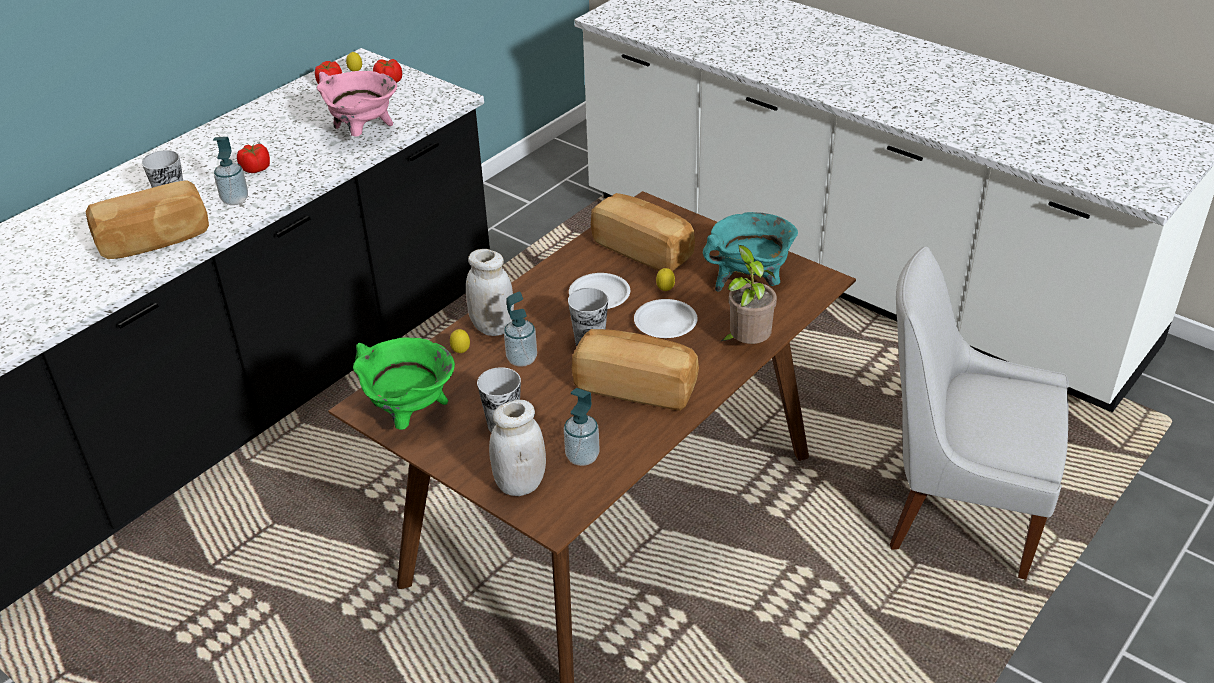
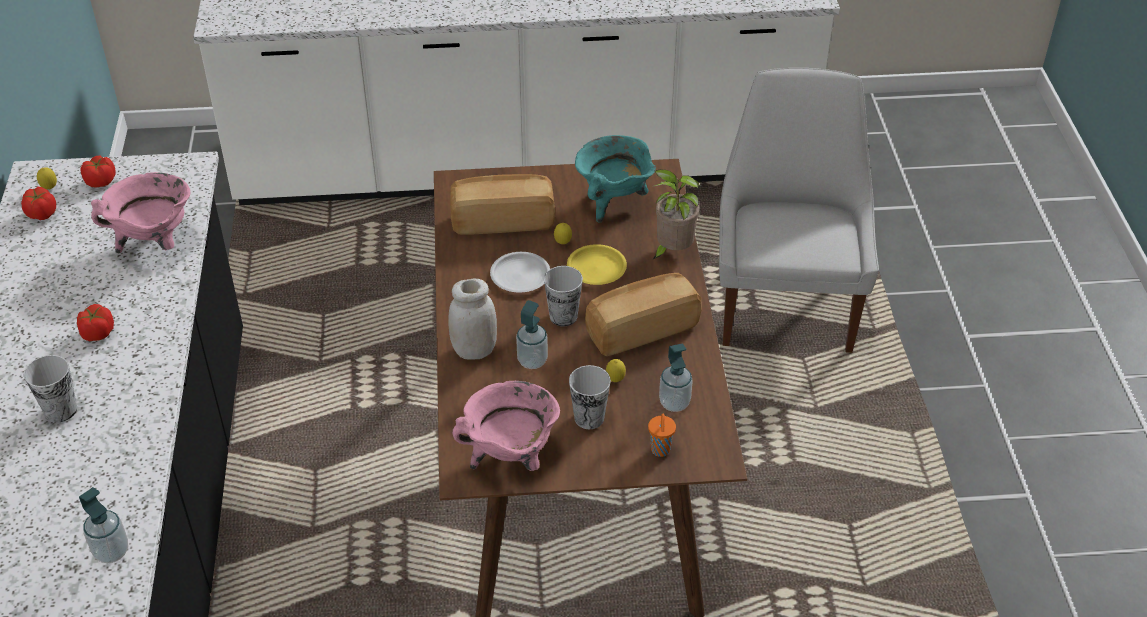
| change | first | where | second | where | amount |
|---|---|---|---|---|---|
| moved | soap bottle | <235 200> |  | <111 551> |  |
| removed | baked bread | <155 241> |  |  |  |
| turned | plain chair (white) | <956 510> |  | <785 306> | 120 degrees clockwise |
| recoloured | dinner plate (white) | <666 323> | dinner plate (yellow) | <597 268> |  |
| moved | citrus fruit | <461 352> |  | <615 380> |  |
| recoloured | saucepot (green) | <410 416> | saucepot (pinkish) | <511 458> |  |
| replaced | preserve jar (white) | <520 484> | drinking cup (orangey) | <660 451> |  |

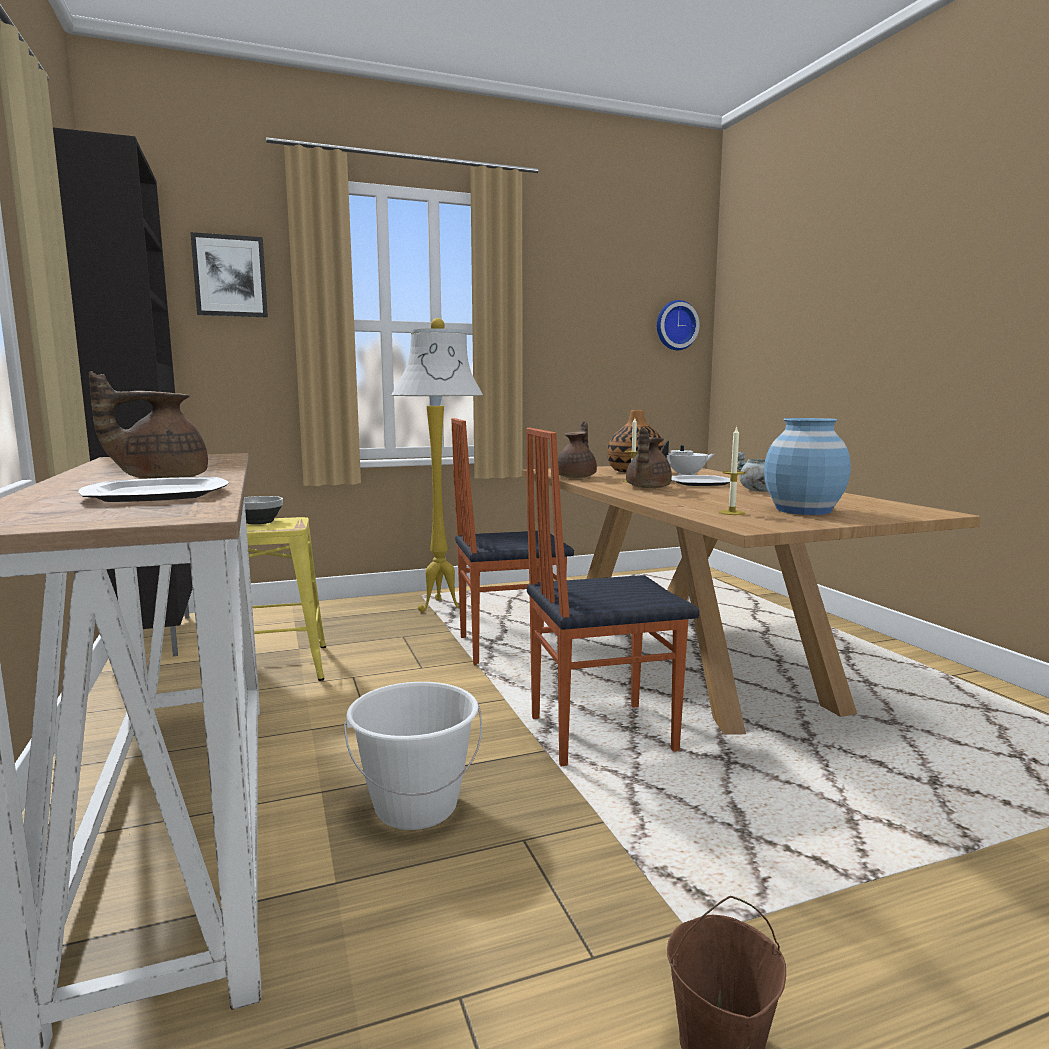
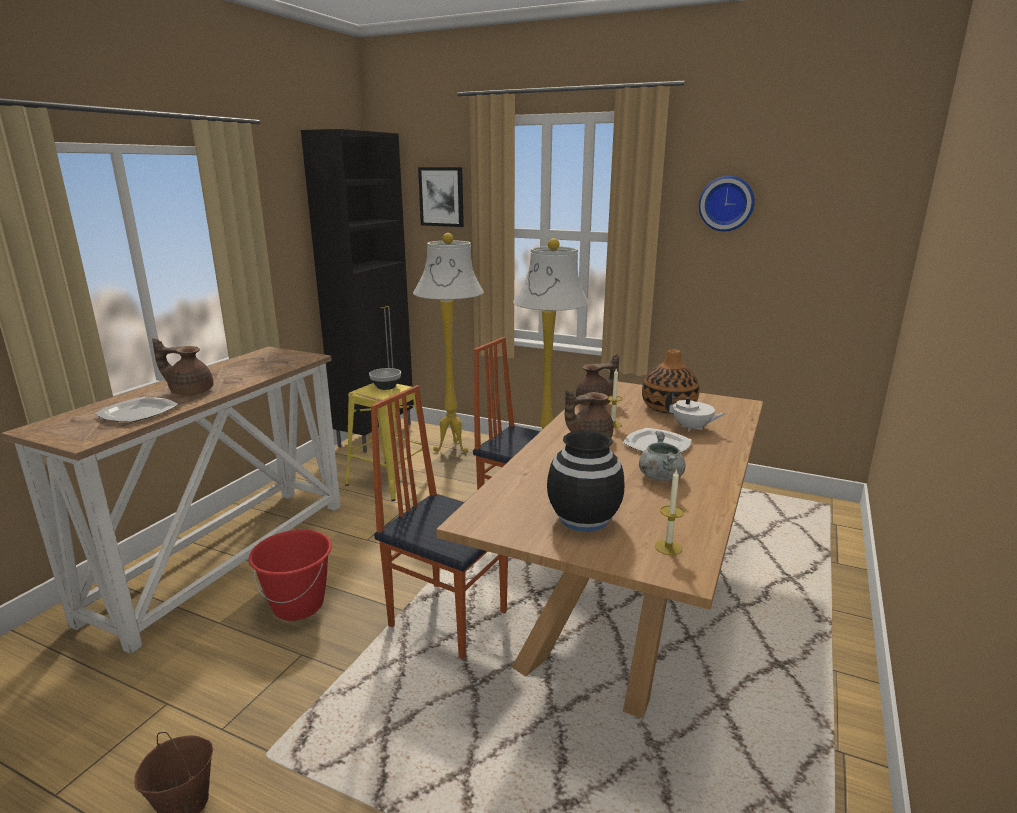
| change | first | where | second | where | amount |
|---|---|---|---|---|---|
| moved | clock on the wall | <675 325> |  | <726 203> |  |
| recoloured | flower vase (blue-coloured) | <803 510> | flower vase (blackish) | <584 518> |  |
| moved | wax light | <731 512> |  | <668 547> |  |
| recoloured | bucket (white) | <416 807> | bucket (reddish) | <298 605> |  |
| added |  |  | standing lamp (white) | <453 448> |  |

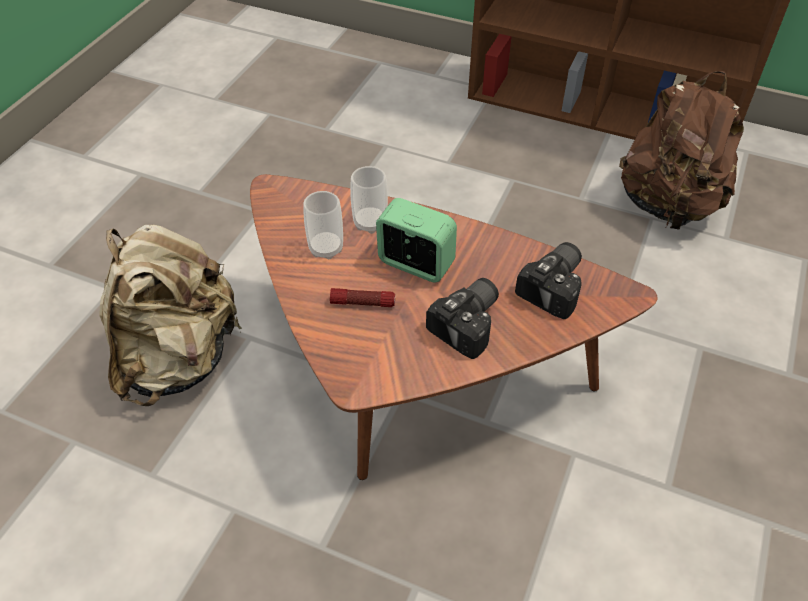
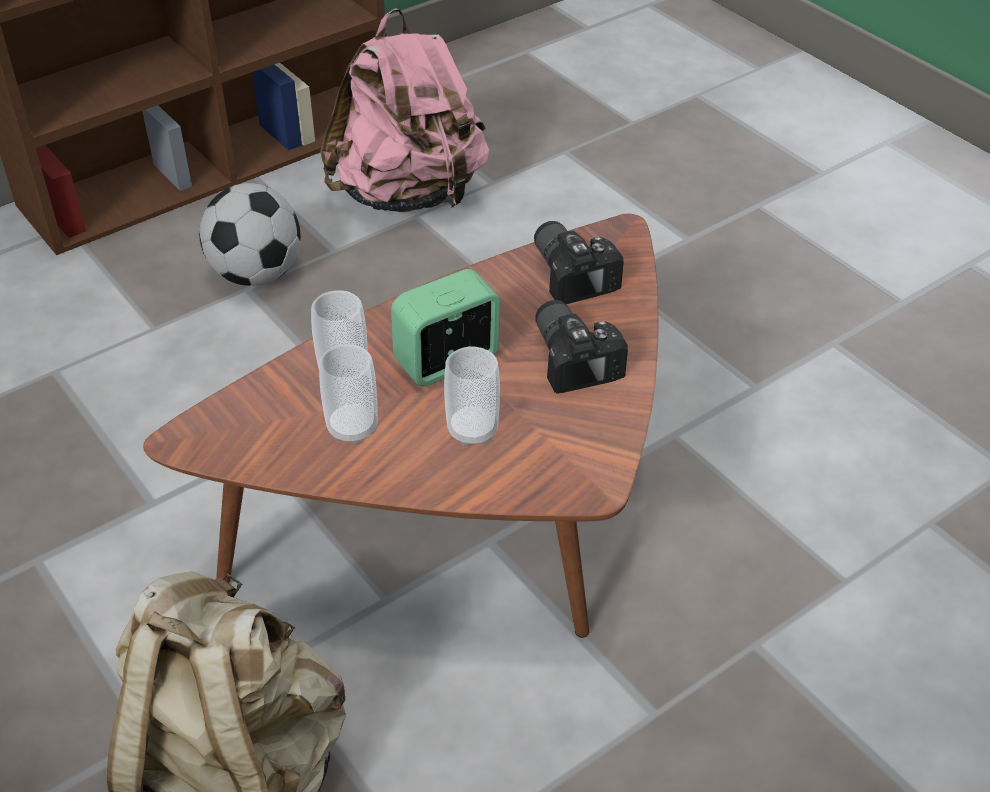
| change | first | where | second | where | amount |
|---|---|---|---|---|---|
| recoloured | backpack (brown-coloured) | <667 205> | backpack (pinkish) | <409 195> |  |
| replaced | torch | <362 303> | drinking cup | <472 430> |  |
| added |  |  | ball for football | <256 274> |  |

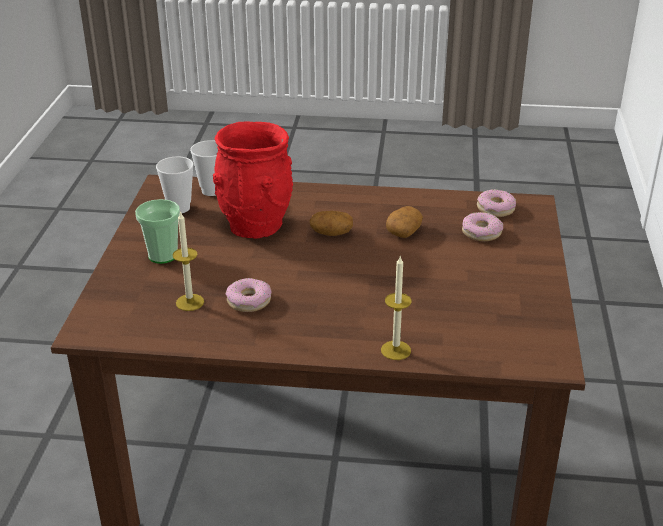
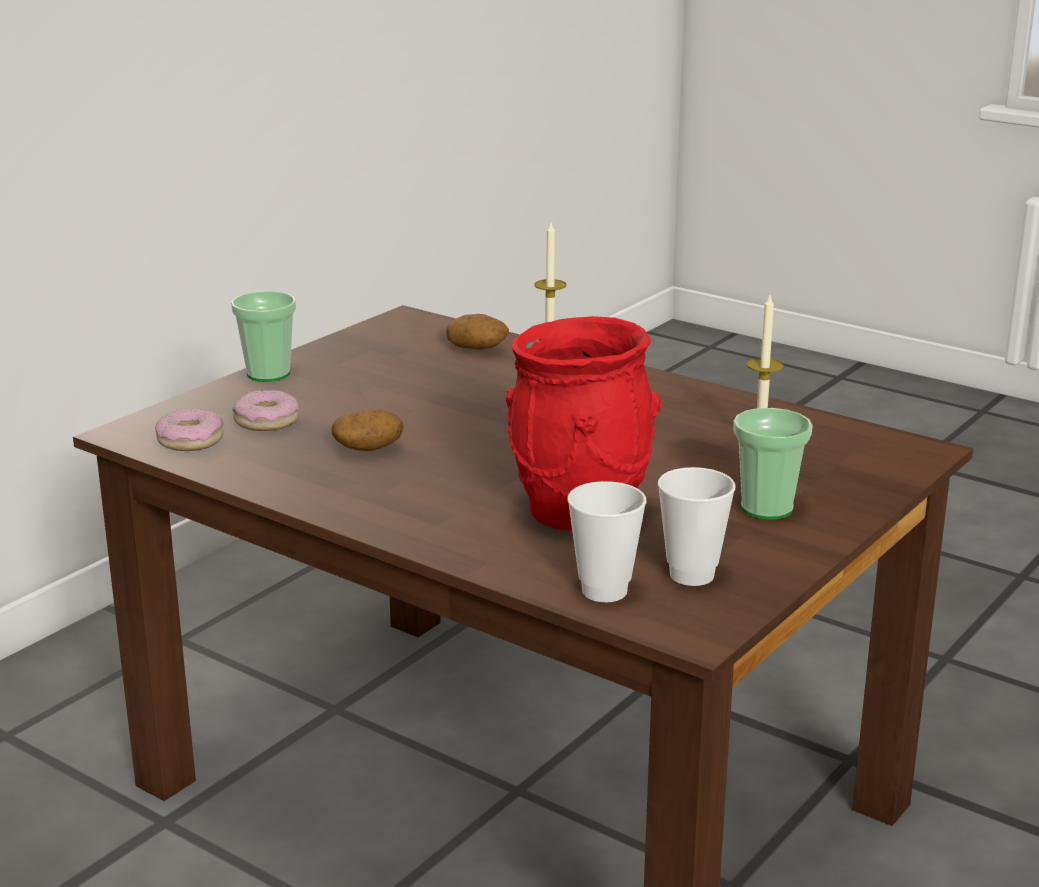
| change | first | where | second | where | amount |
|---|---|---|---|---|---|
| moved | potato | <331 233> |  | <478 348> |  |
| removed | doughnut | <249 301> |  |  |  |
| added |  |  | drinking cup | <268 374> |  |

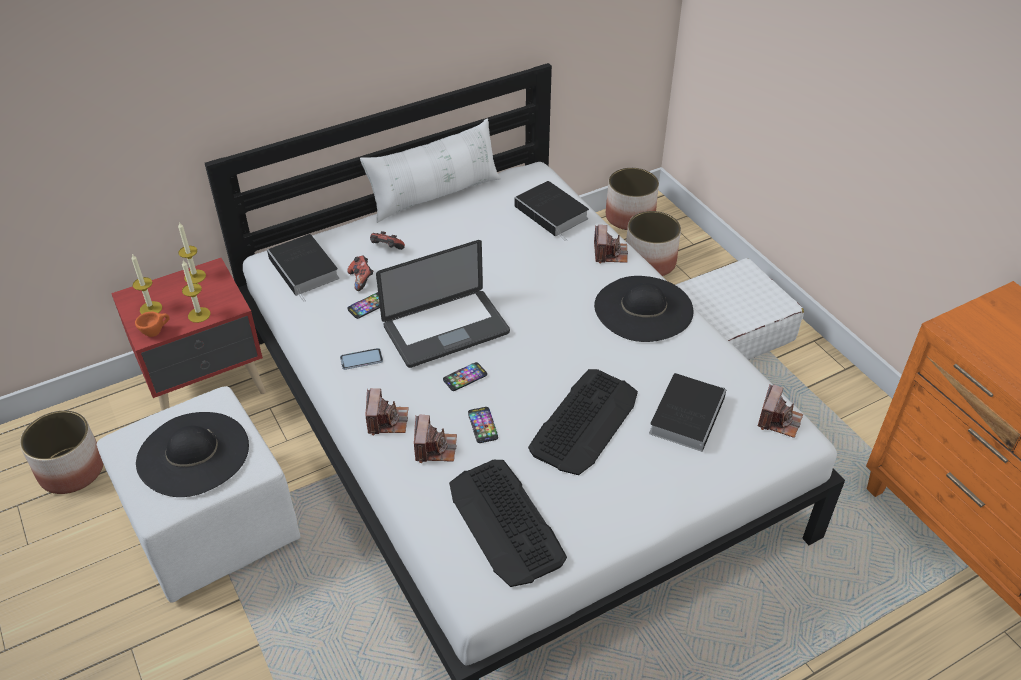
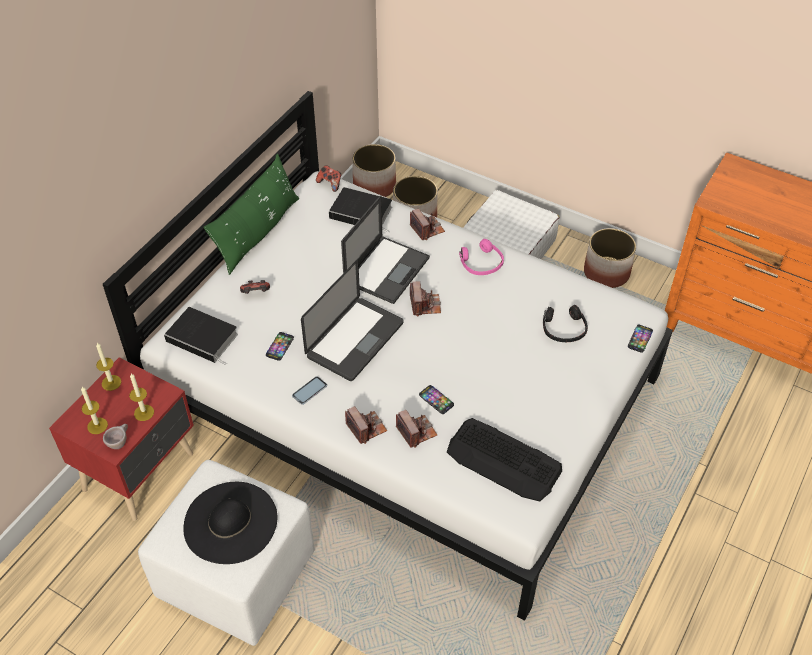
| change | first | where | second | where | amount |
|---|---|---|---|---|---|
| recoloured | cushion (white) | <435 195> | cushion (green) | <258 232> |  |
| moved | joypad | <361 280> |  | <330 184> |  |
| replaced | clothing hat (blackish) | <643 308> | headset (pinkish) | <481 263> |  |
| recoloured | drinking cup (orangey) | <156 332> | drinking cup (sand-coloured) | <119 442> |  |
| moved | handset | <465 377> |  | <640 339> |  |
| removed | PC keyboard | <585 421> |  |  |  |
| replaced | volume | <687 413> | headset (blackish) | <563 329> |  |
| moved | still camera | <778 420> |  | <425 305> |  |
| moved | flower pot | <72 470> |  | <607 272> |  |
| added |  |  | notebook computer | <386 269> |  |

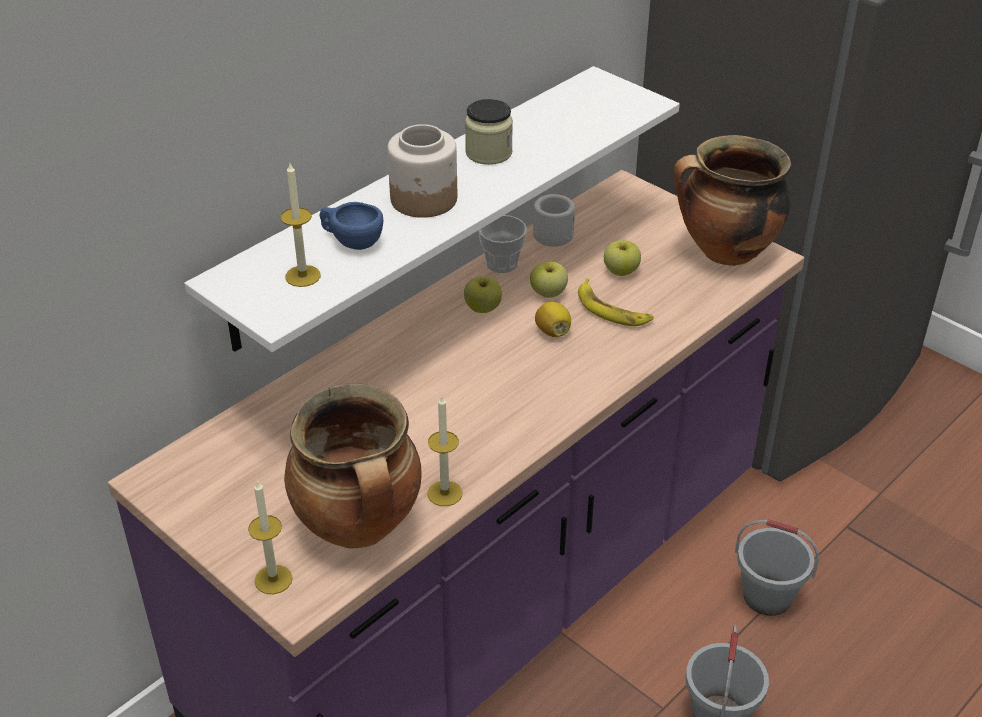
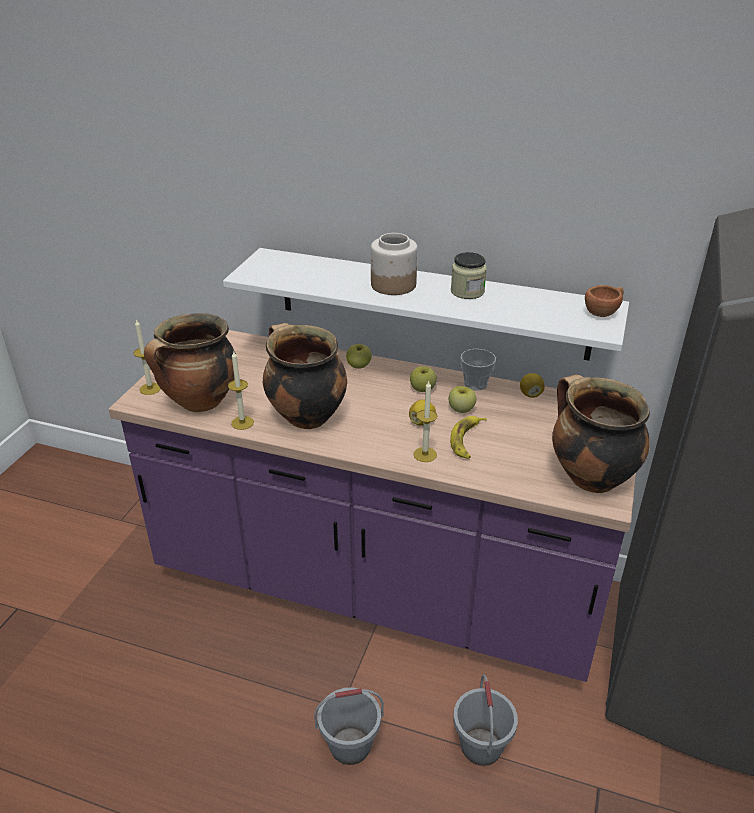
| change | first | where | second | where | amount |
|---|---|---|---|---|---|
| moved | wax light | <303 276> |  | <425 454> |  |
| replaced | tea mug (white) | <553 233> | citrus fruit | <530 394> |  |
| removed | drinking cup (blue-coloured) | <351 241> |  |  |  |
| moved | apple fruit | <621 271> |  | <359 366> |  |
| added |  |  | drinking cup (brown-coloured) | <604 312> |  |
| added |  |  | saucepot | <305 416> |  |

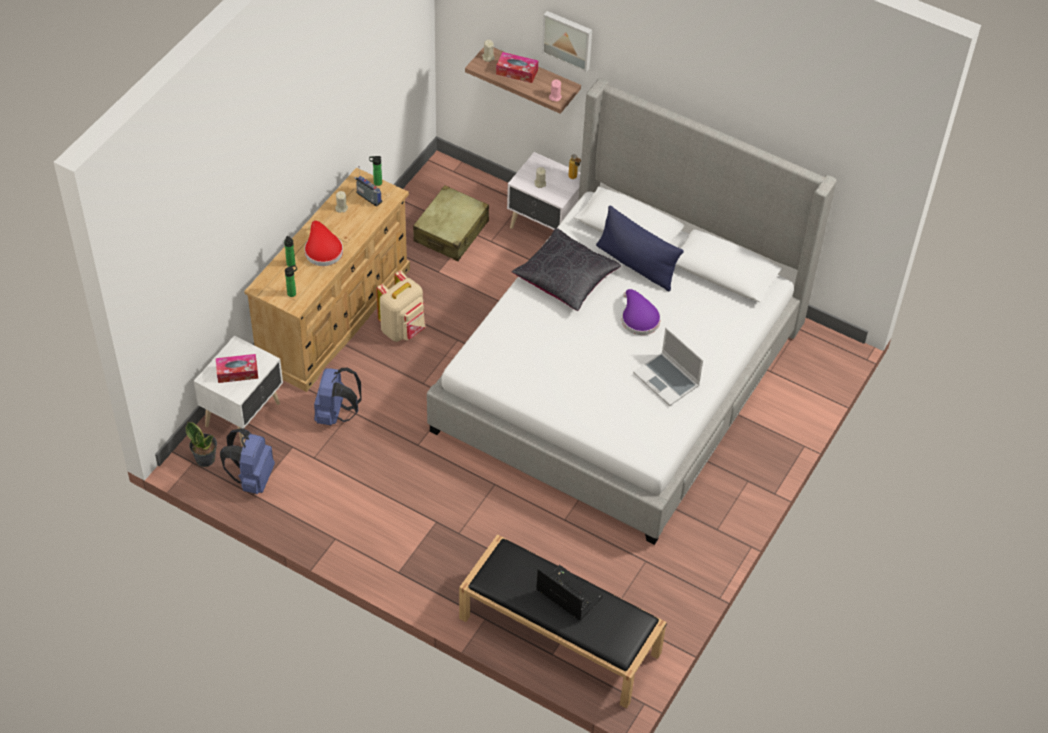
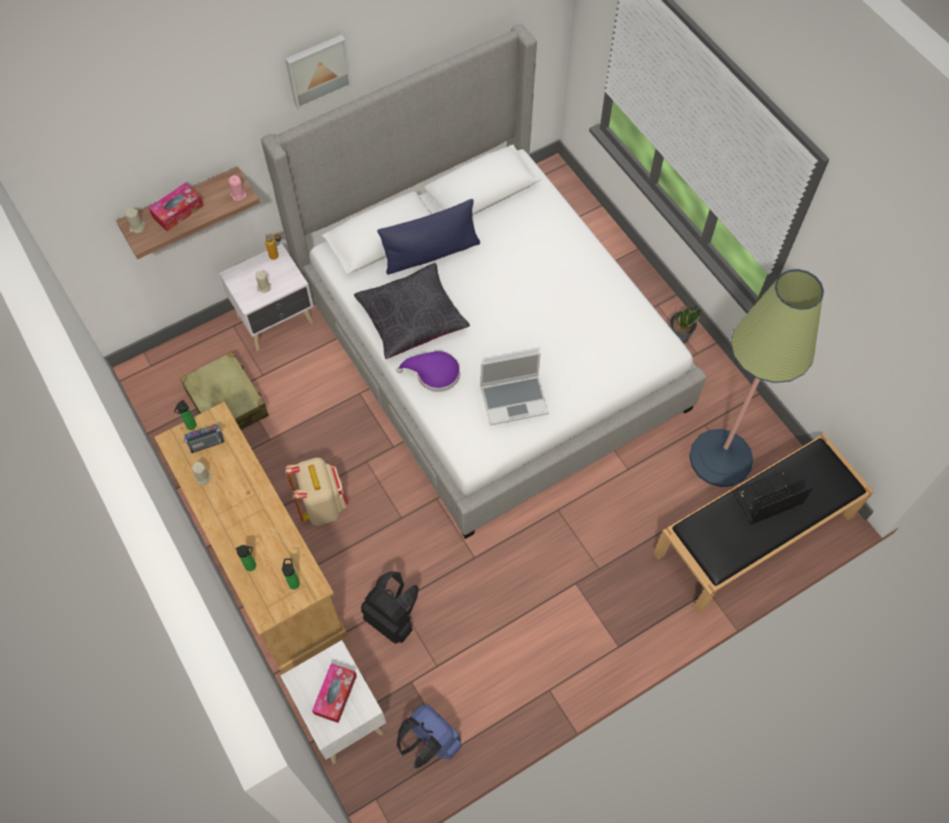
| change | first | where | second | where | amount |
|---|---|---|---|---|---|
| moved | wall picture | <568 39> |  | <317 70> |  |
| removed | clothing hat (reddish) | <322 250> |  |  |  |
| moved | clothing hat (purple-coloured) | <638 318> |  | <434 374> |  |
| moved | notebook computer | <667 380> |  | <514 399> |  |
| recoloured | backpack (blue-coloured) | <336 414> | backpack (blackish) | <393 618> |  |
| moved | houseplant | <205 458> |  | <679 335> |  |
| added |  |  | standing lamp | <720 458> |  |

